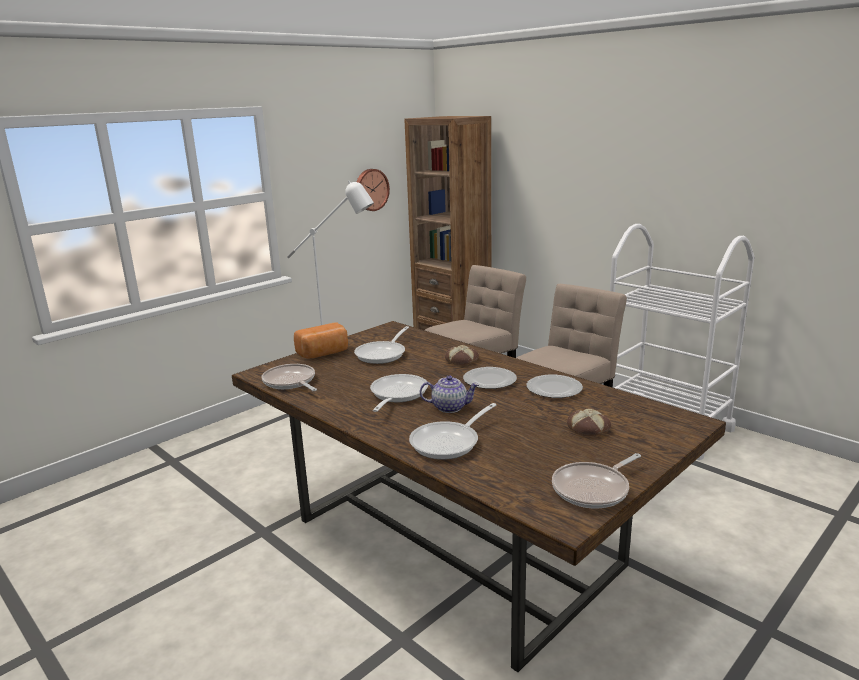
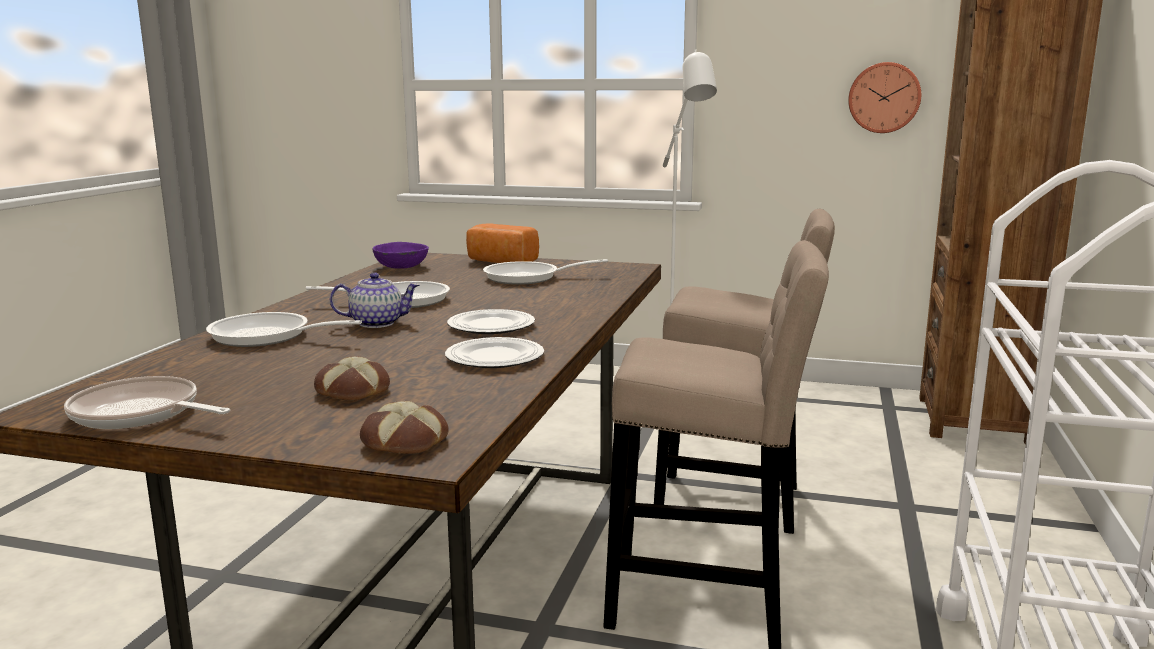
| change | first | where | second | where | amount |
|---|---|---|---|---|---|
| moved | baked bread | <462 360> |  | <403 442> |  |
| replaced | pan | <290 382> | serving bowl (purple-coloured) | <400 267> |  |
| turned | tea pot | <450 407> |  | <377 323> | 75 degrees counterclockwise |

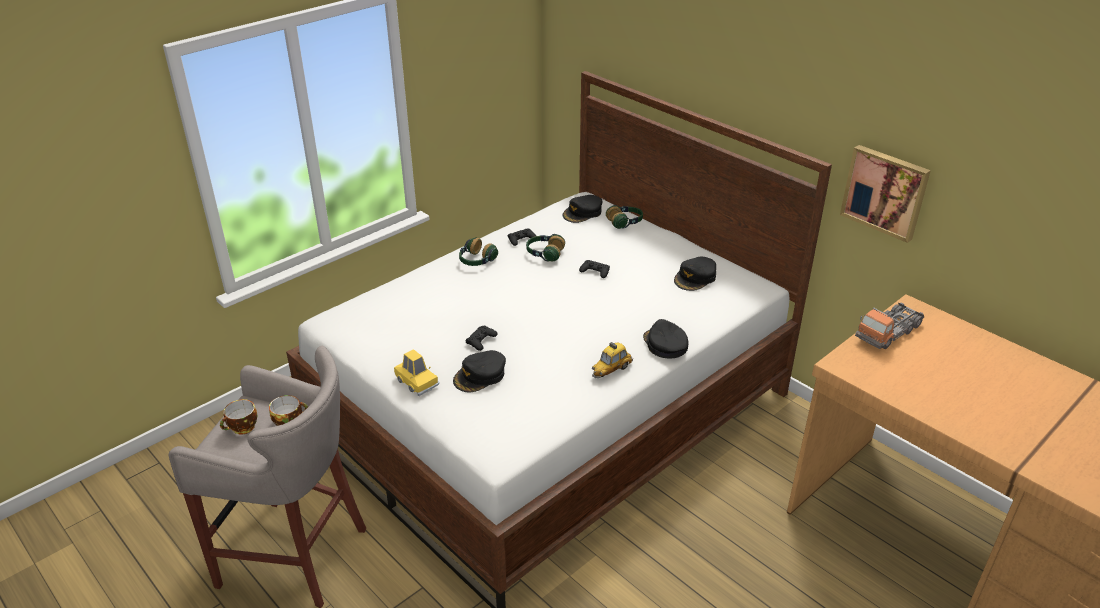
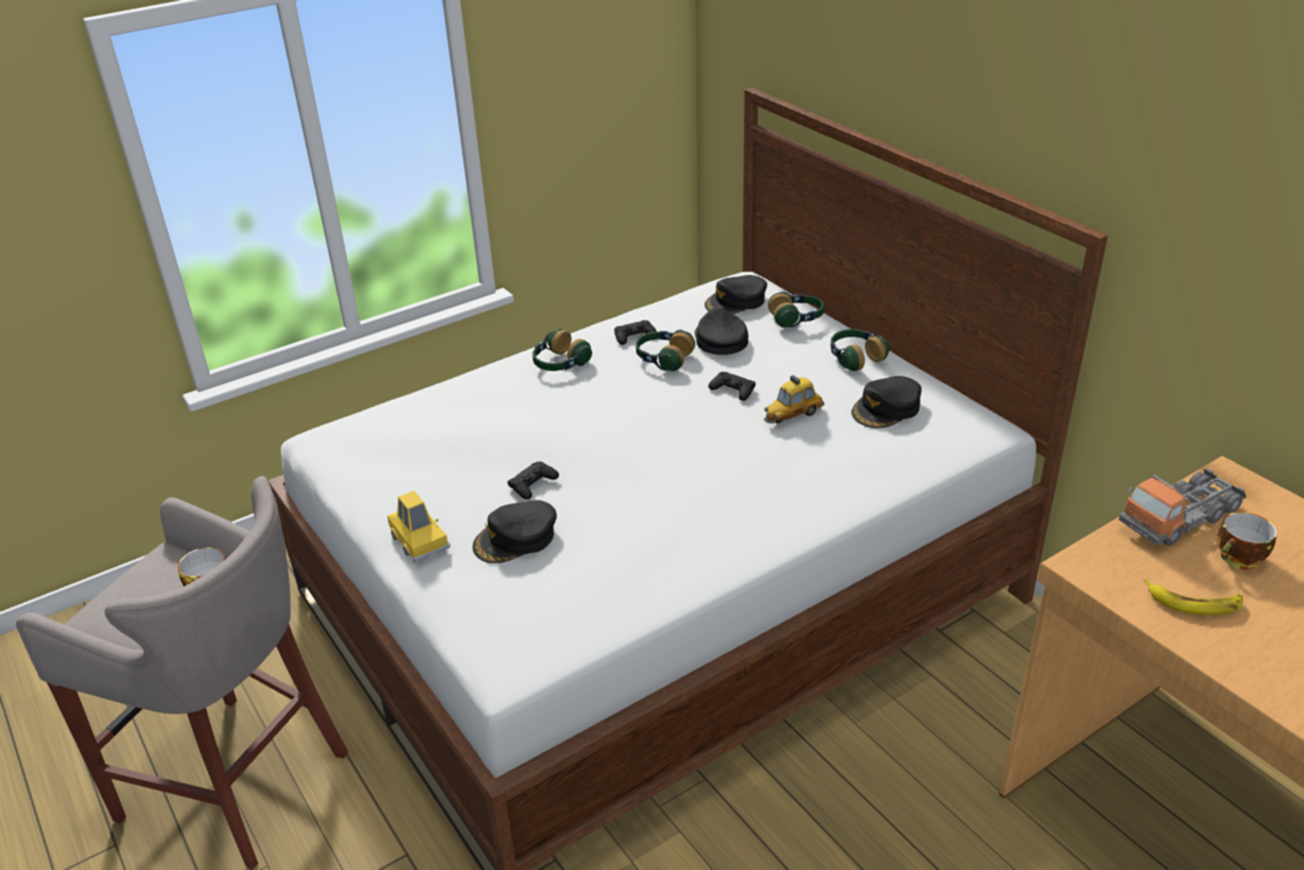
| change | first | where | second | where | amount |
|---|---|---|---|---|---|
| removed | wall picture | <885 192> |  |  |  |
| moved | cap (blackish) | <665 344> |  | <720 340> |  |
| moved | toy car | <611 370> |  | <793 415> |  |
| moved | drinking cup | <242 428> |  | <1238 560> |  |
| added |  |  | headset | <855 358> |  |
| added |  |  | banana fruit | <1194 602> |  |

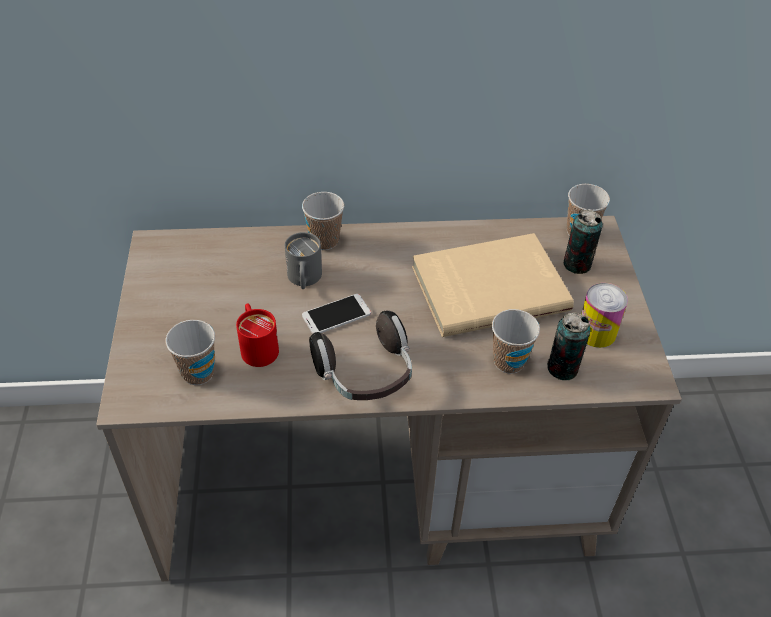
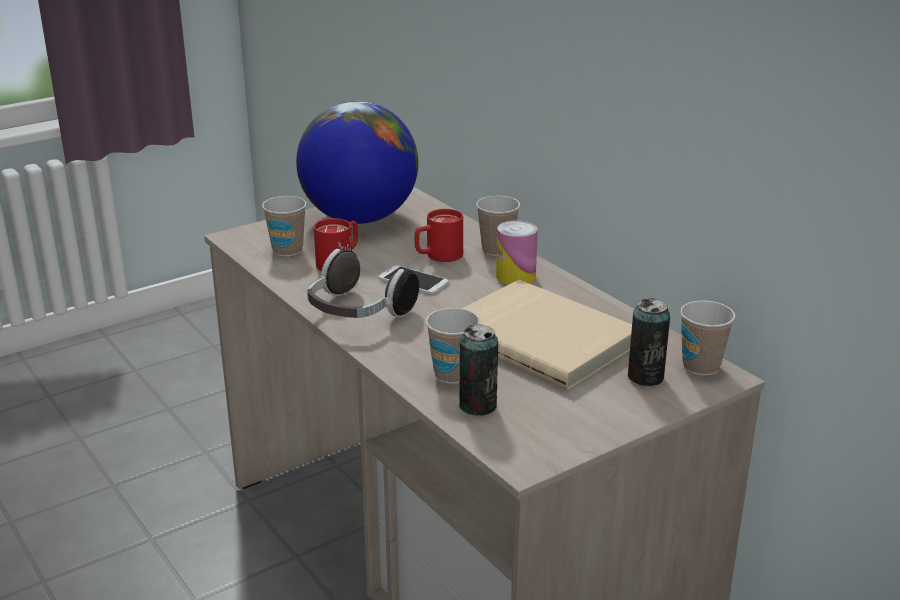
| change | first | where | second | where | amount |
|---|---|---|---|---|---|
| recoloured | tea mug (greyish) | <304 280> | tea mug (reddish) | <437 256> |  |
| moved | can | <596 332> |  | <515 276> |  |
| added |  |  | world globe | <359 218> |  |

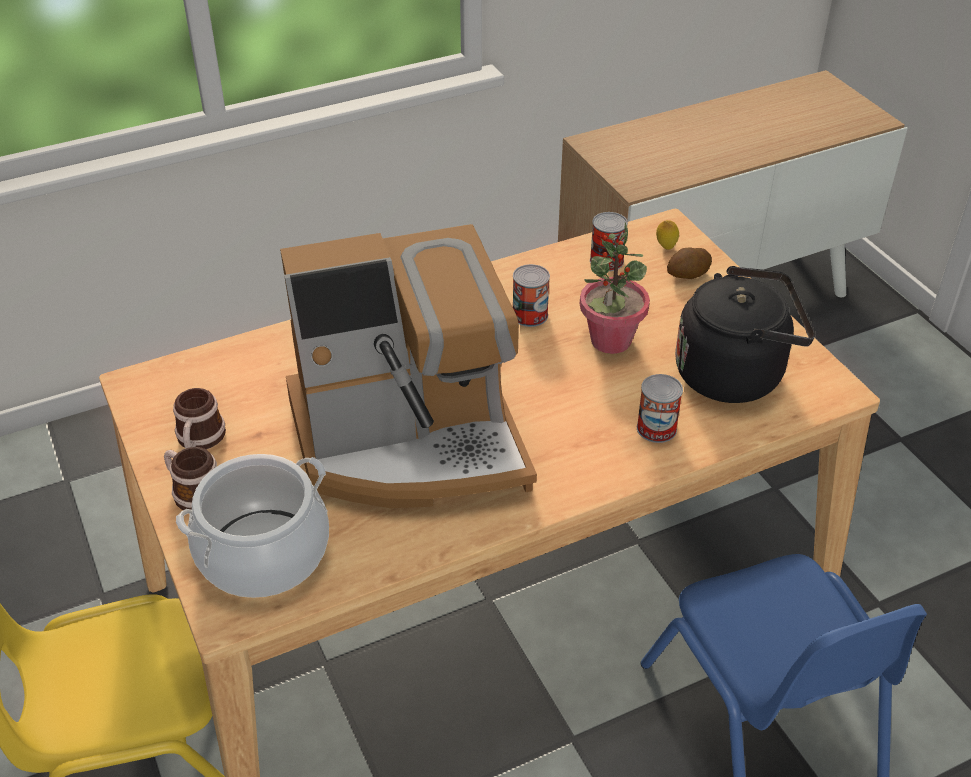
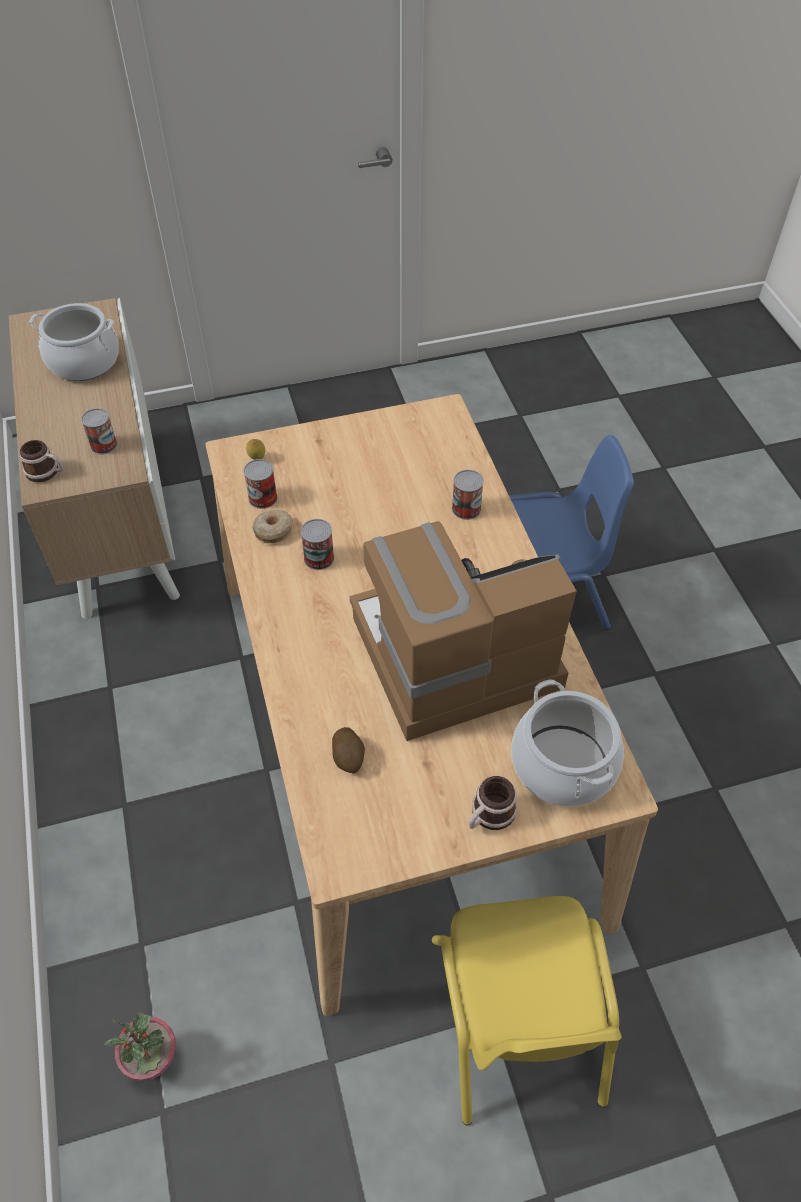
| change | first | where | second | where | amount |
|---|---|---|---|---|---|
| moved | houseplant | <610 340> |  | <154 1059> |  |
| turned | coffee brewer | <410 440> |  | <453 656> | 105 degrees counterclockwise |
| moved | potato | <687 275> |  | <348 757> |  |
| removed | water kettle (blackish) | <735 373> |  |  |  |
| moved | tea mug | <199 440> |  | <46 472> |  |
| added |  |  | saucepot | <84 362> |  |
| added |  |  | can | <104 445> |  |
| added |  |  | doughnut | <273 530> |  |

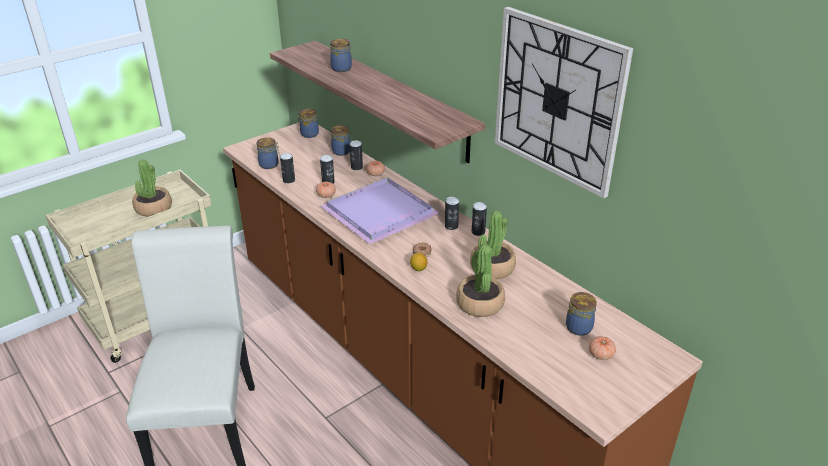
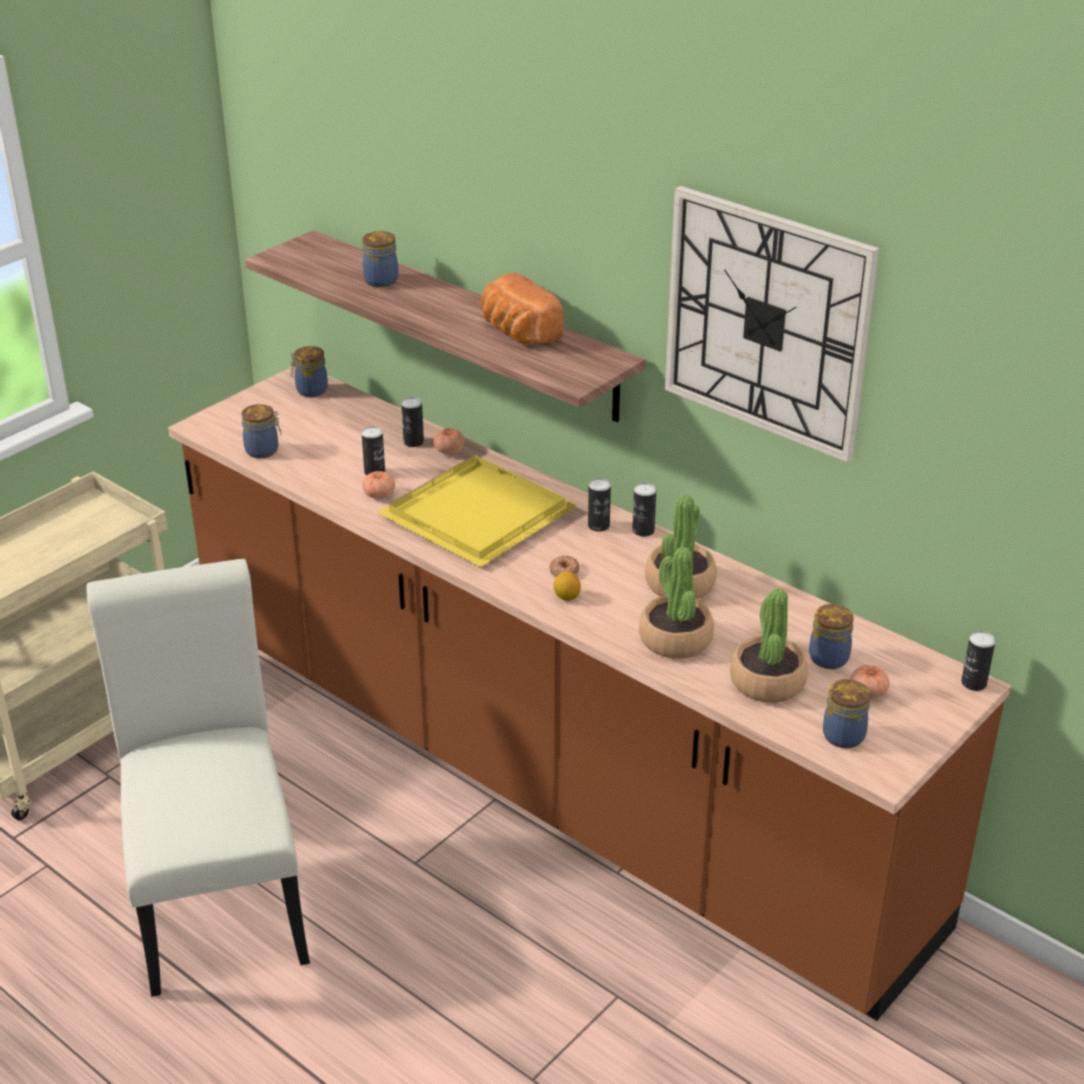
| change | first | where | second | where | amount |
|---|---|---|---|---|---|
| moved | preserve jar | <341 151> |  | <843 734> |  |
| moved | can | <289 180> |  | <973 683> |  |
| moved | houseplant | <153 208> |  | <767 682> |  |
| recoloured | serving tray (purple-coloured) | <379 214> | serving tray (yellow) | <477 517> |  |
| added |  |  | baked bread | <517 332> |  |

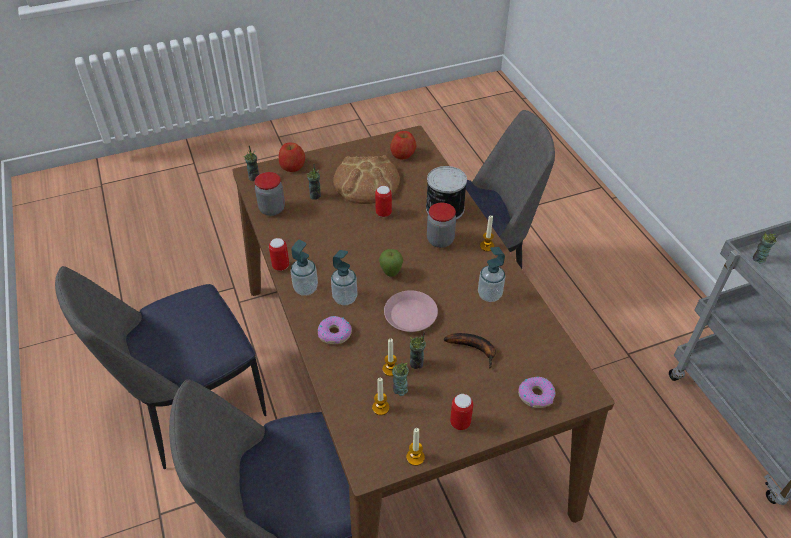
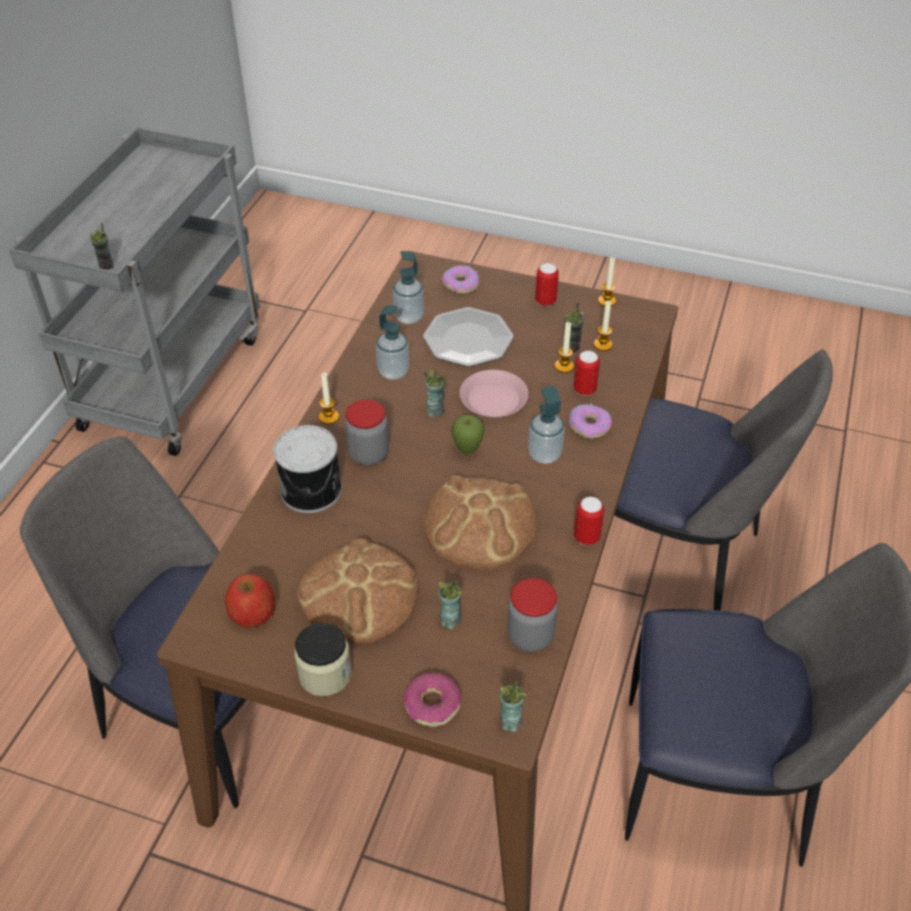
| change | first | where | second | where | amount |
|---|---|---|---|---|---|
| replaced | apple fruit | <292 166> | doughnut | <432 704> |  |
| moved | can | <383 213> |  | <584 390> |  |
| moved | soap bottle | <305 288> |  | <409 317> |  |
| moved | drinking cup | <417 363> |  | <435 411> |  |
| replaced | banana fruit | <475 349> | dinner plate | <468 339> |  |
| added |  |  | baked bread | <480 525> |  |
| added |  |  | preserve jar | <325 674> |  |

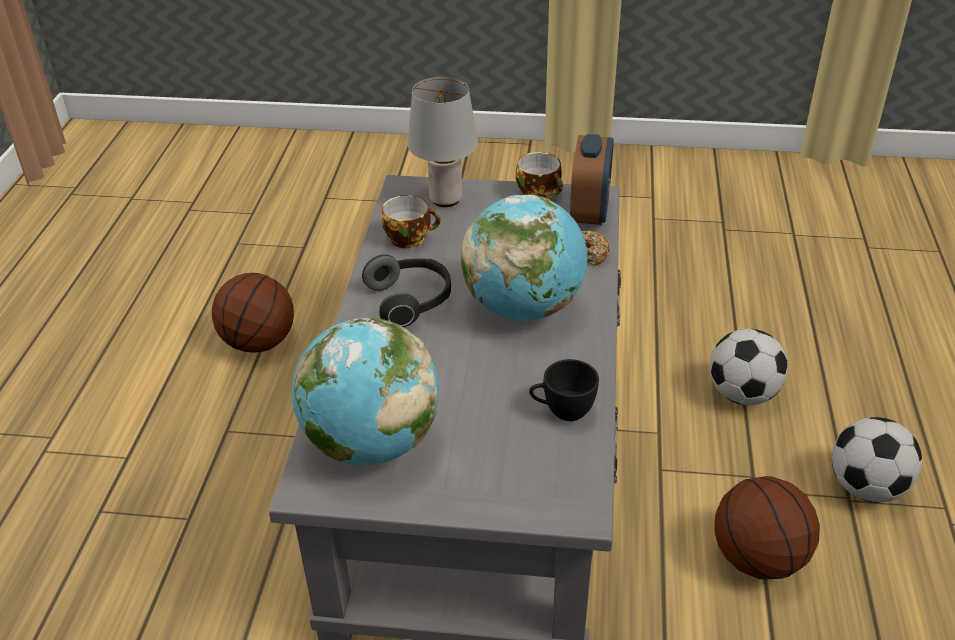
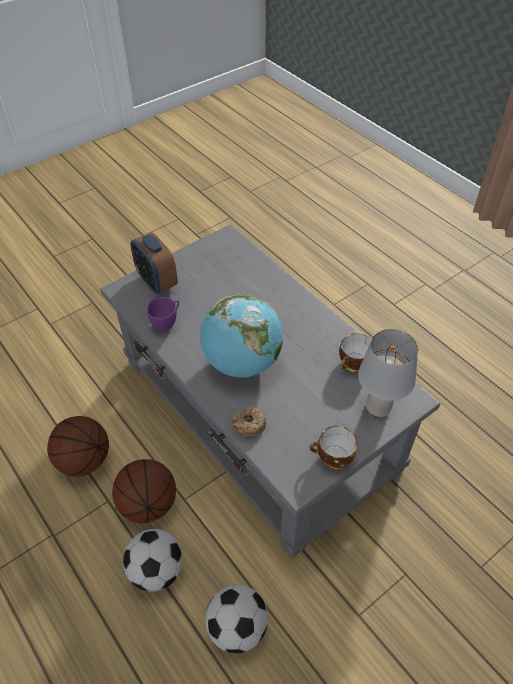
| change | first | where | second | where | amount |
|---|---|---|---|---|---|
| moved | alarm clock | <589 212> |  | <156 281> |  |
| removed | headset | <411 302> |  |  |  |
| moved | ball for basketball | <258 343> |  | <148 504> |  |
| removed | world globe | <371 443> |  |  |  |
| recoloured | drinking cup (blackish) | <562 411> | drinking cup (purple-coloured) | <166 322> |  |
| moved | ball for football | <866 487> |  | <237 628> |  |

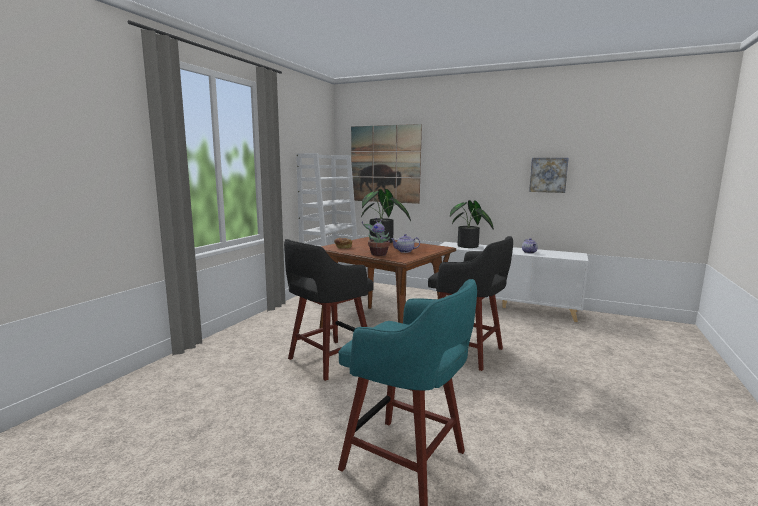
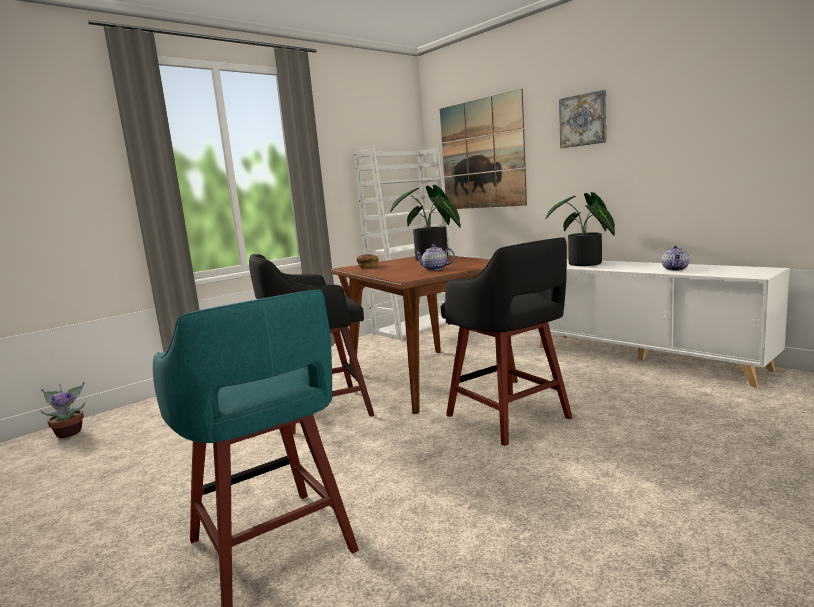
| change | first | where | second | where | amount |
|---|---|---|---|---|---|
| moved | wall picture | <548 175> |  | <583 120> |  |
| moved | houseplant | <378 254> |  | <69 433> |  |

